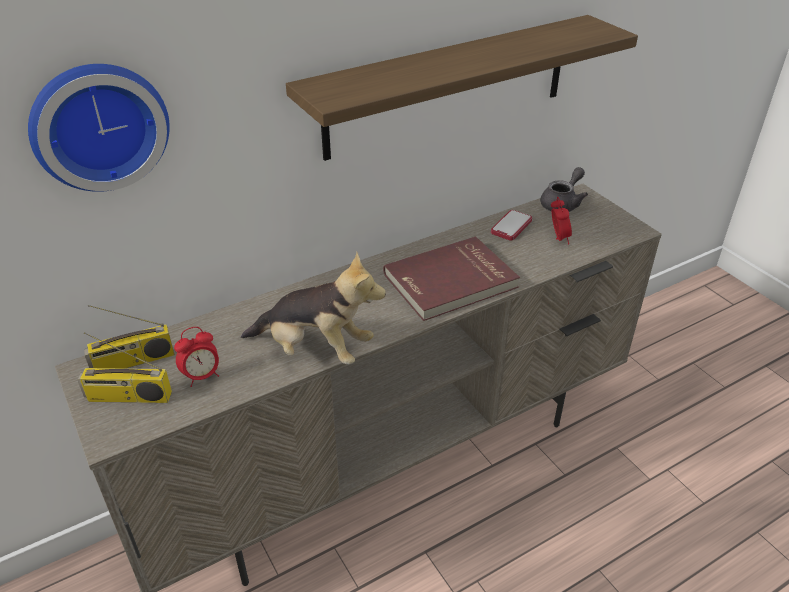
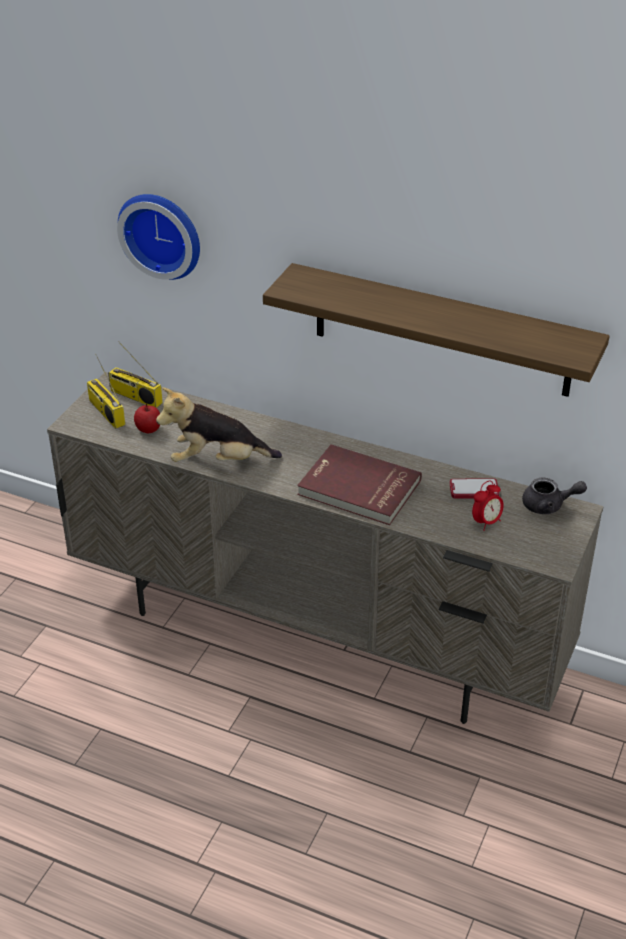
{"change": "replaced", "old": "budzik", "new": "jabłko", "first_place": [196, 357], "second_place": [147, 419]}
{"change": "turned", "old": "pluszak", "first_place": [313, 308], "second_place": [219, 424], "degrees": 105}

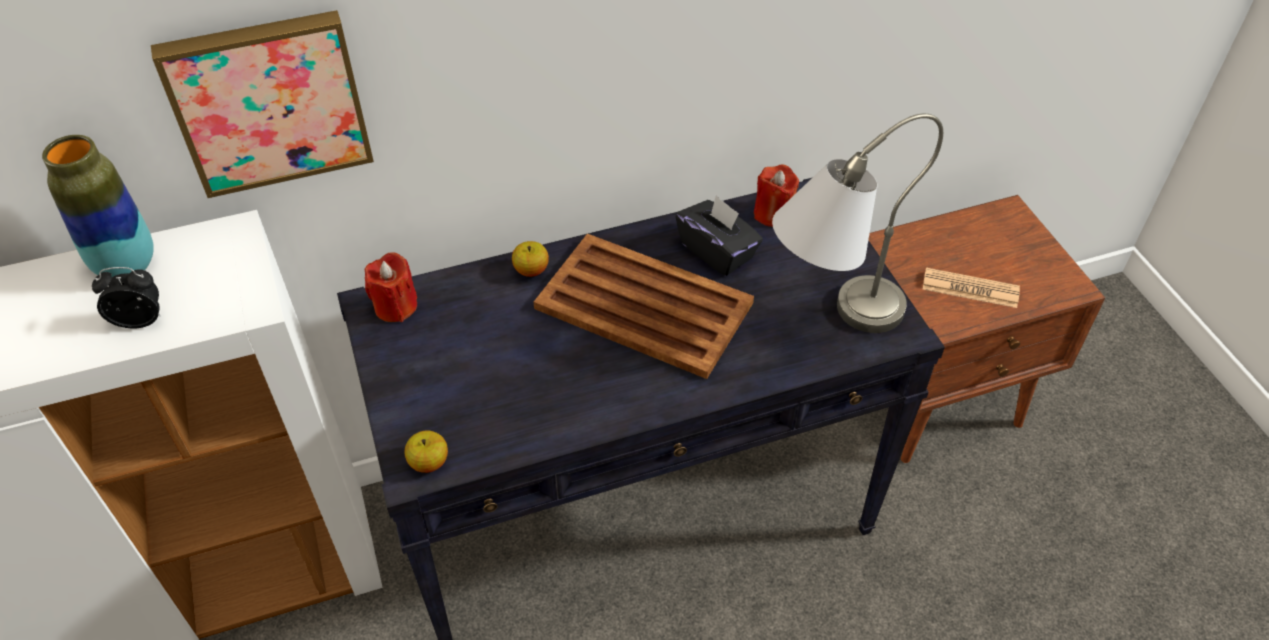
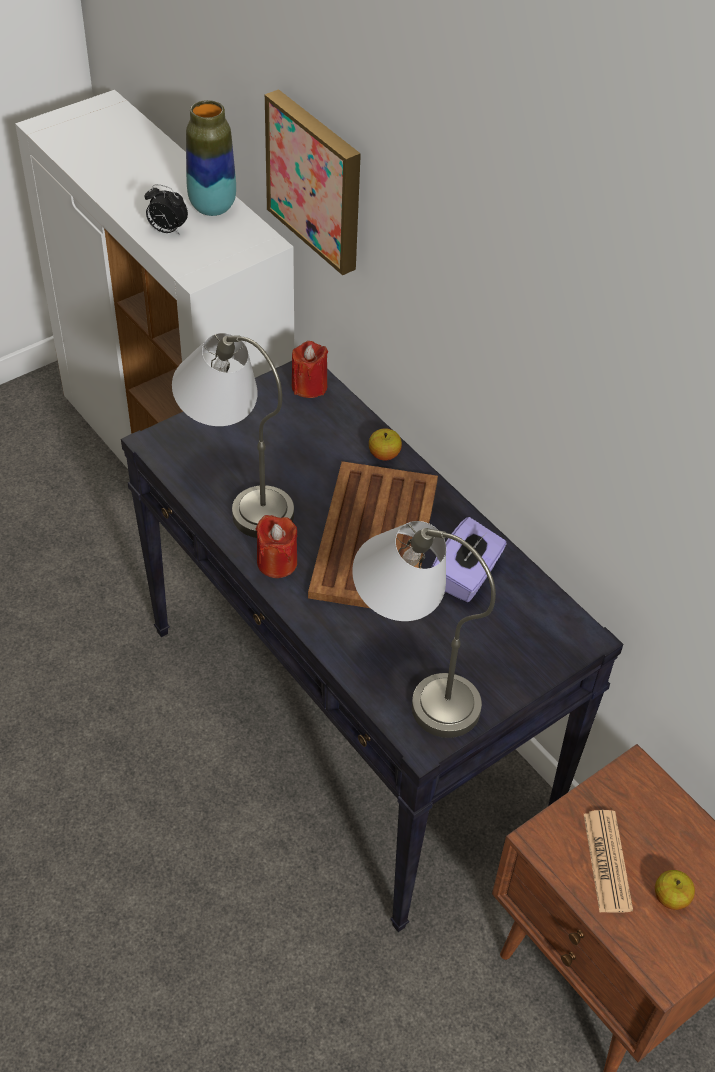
{"change": "turned", "old": "budzik", "first_place": [126, 298], "second_place": [166, 209], "degrees": 135}
{"change": "moved", "old": "jabłko", "first_place": [426, 452], "second_place": [675, 890]}
{"change": "recoloured", "old": "pudełko chusteczek/czarny", "new": "pudełko chusteczek/fioletowy", "first_place": [719, 235], "second_place": [469, 559]}
{"change": "moved", "old": "świeca/czerwony", "first_place": [776, 195], "second_place": [276, 546]}
{"change": "added", "new": "lampa stołowa/szary", "second_place": [233, 435]}

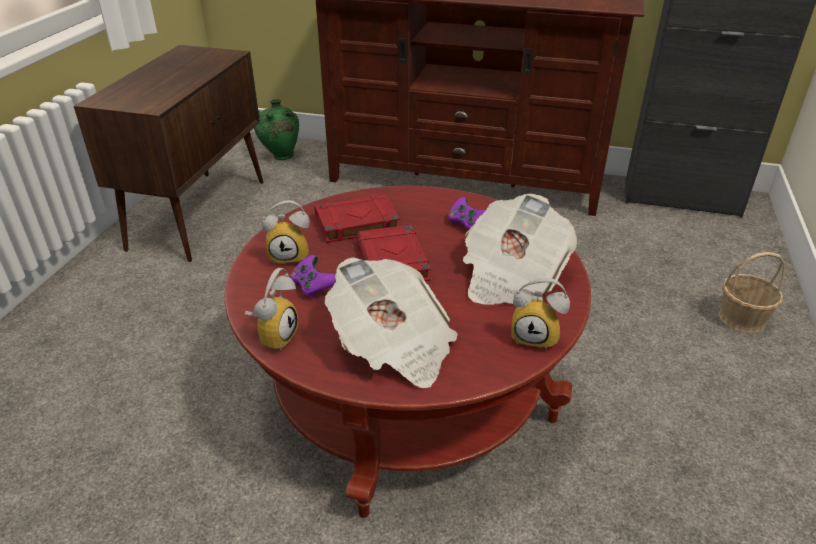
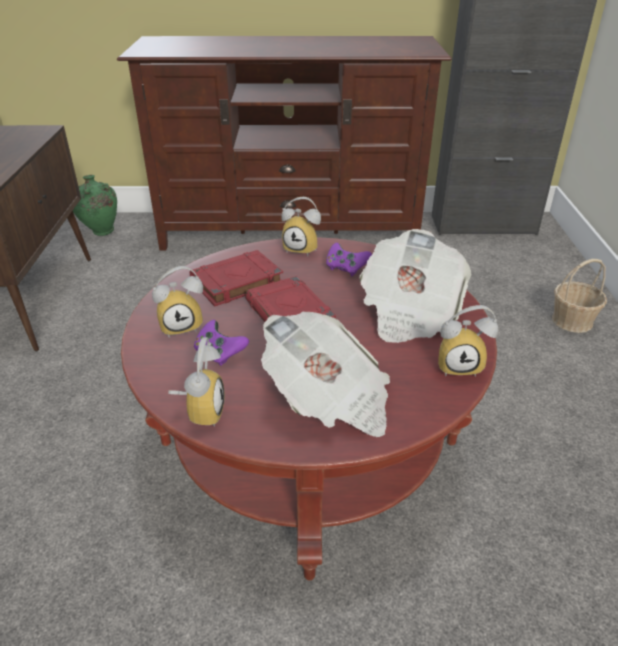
{"change": "added", "new": "budzik", "second_place": [301, 226]}

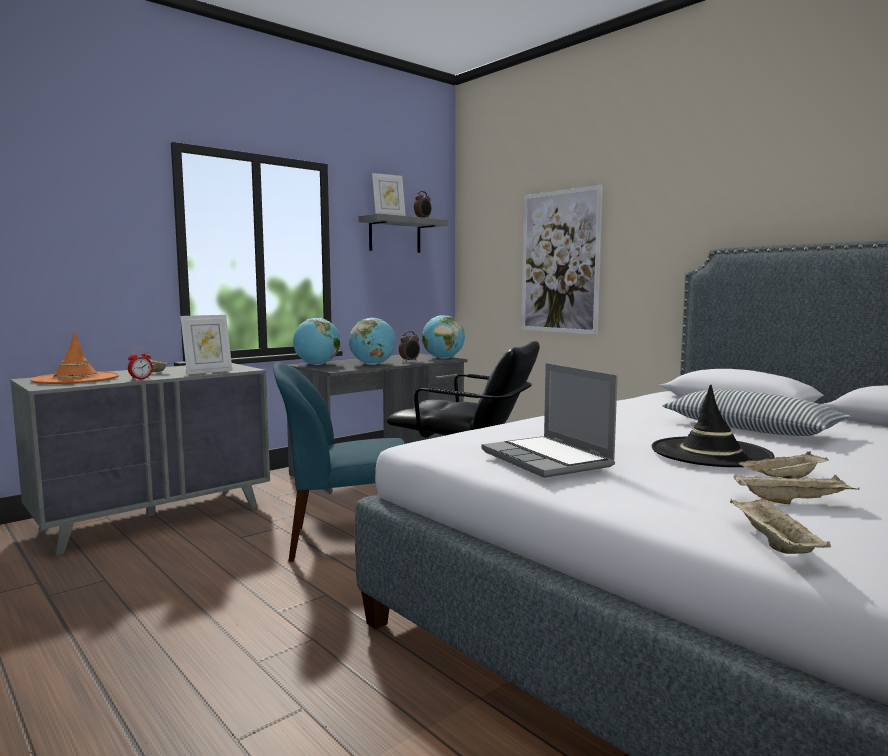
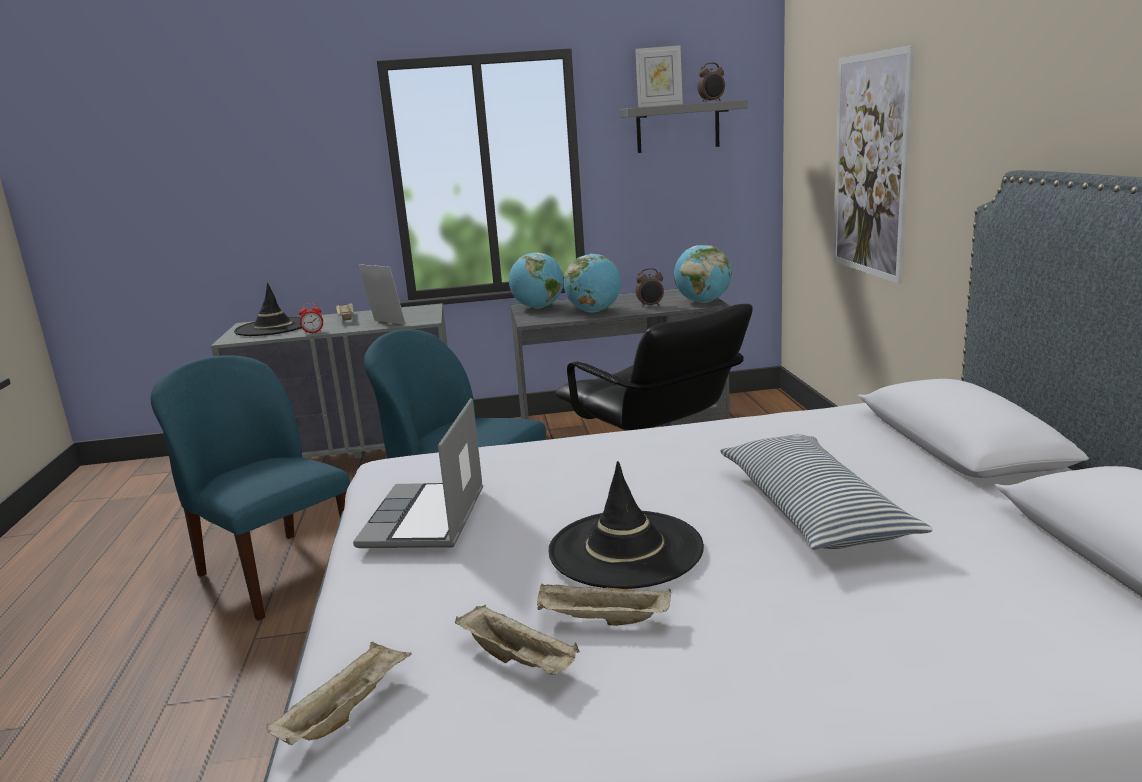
{"change": "recoloured", "old": "kapelusz/pomarańczowy", "new": "kapelusz/czarny", "first_place": [74, 358], "second_place": [268, 309]}
{"change": "turned", "old": "ramka na zdjęcie", "first_place": [206, 345], "second_place": [382, 294], "degrees": -135}
{"change": "added", "new": "krzesło/niebieski", "second_place": [250, 488]}

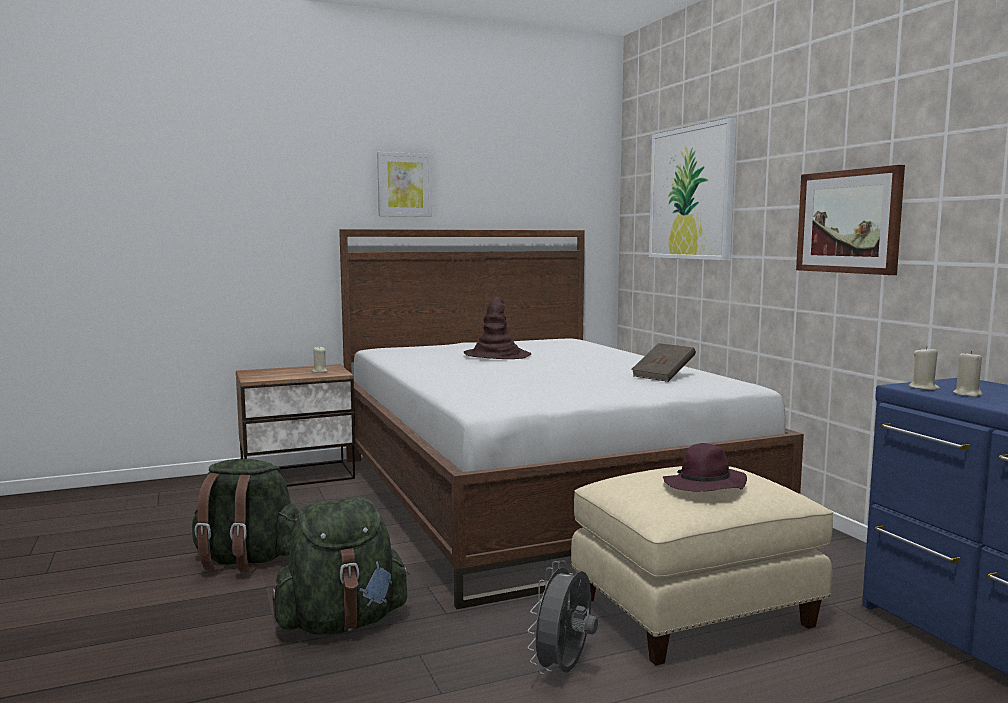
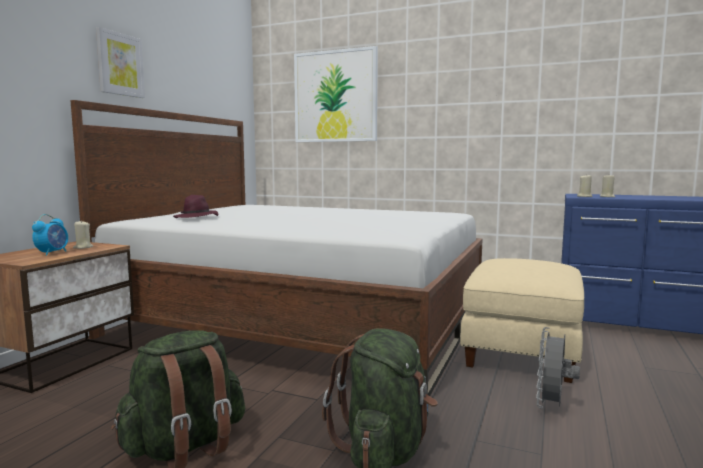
{"change": "removed", "old": "kapelusz/brązowy", "first_place": [497, 328]}
{"change": "turned", "old": "wentylator/szary", "first_place": [562, 617], "second_place": [558, 368], "degrees": 45}
{"change": "removed", "old": "książka/brązowy", "first_place": [663, 362]}
{"change": "moved", "old": "kapelusz/fioletowy", "first_place": [705, 467], "second_place": [195, 206]}
{"change": "removed", "old": "obraz", "first_place": [850, 220]}
{"change": "added", "new": "budzik", "second_place": [50, 235]}

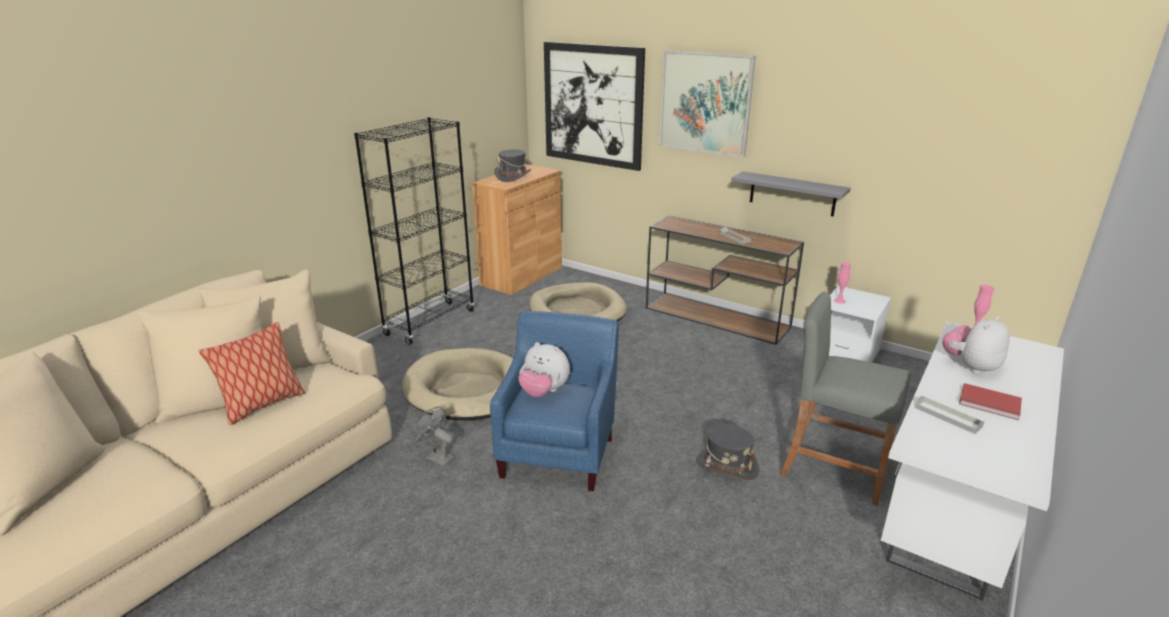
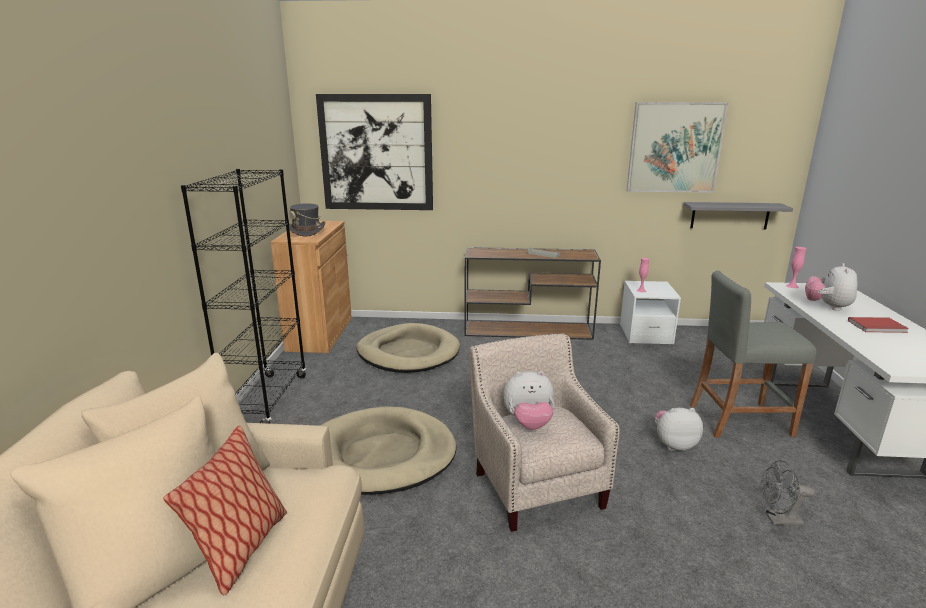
{"change": "moved", "old": "wentylator/szary", "first_place": [434, 437], "second_place": [788, 493]}
{"change": "recoloured", "old": "fotel/niebieski", "new": "fotel/beżowy", "first_place": [554, 401], "second_place": [544, 432]}
{"change": "moved", "old": "obraz", "first_place": [707, 103], "second_place": [677, 147]}
{"change": "replaced", "old": "kapelusz/szary", "new": "pluszak", "first_place": [727, 452], "second_place": [679, 429]}
{"change": "moved", "old": "półka/szary", "first_place": [791, 193], "second_place": [738, 216]}
{"change": "removed", "old": "taca/szary", "first_place": [950, 415]}

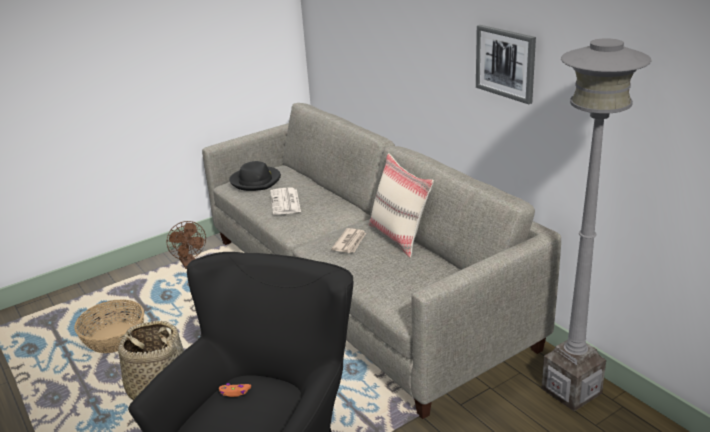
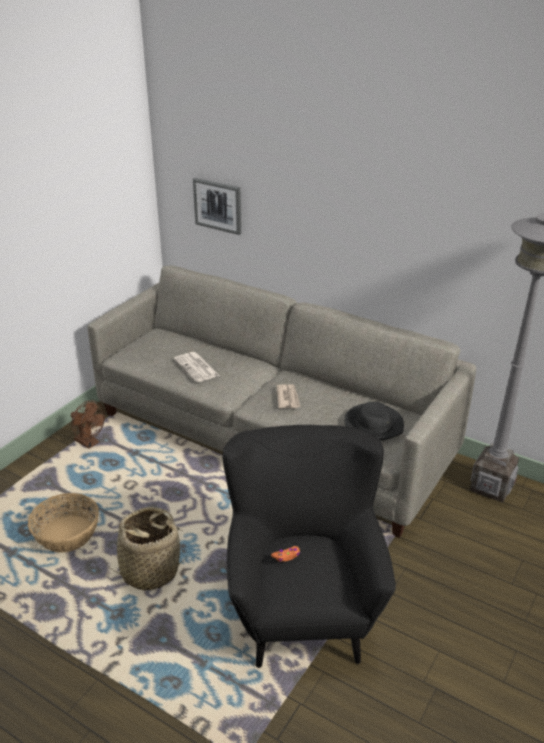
{"change": "moved", "old": "kapelusz/czarny", "first_place": [255, 176], "second_place": [374, 421]}
{"change": "removed", "old": "poduszka/beżowy", "first_place": [401, 205]}
{"change": "moved", "old": "obraz", "first_place": [506, 64], "second_place": [217, 206]}

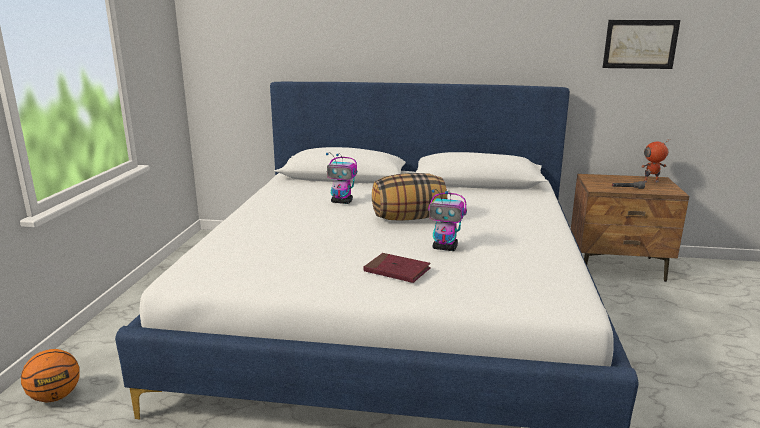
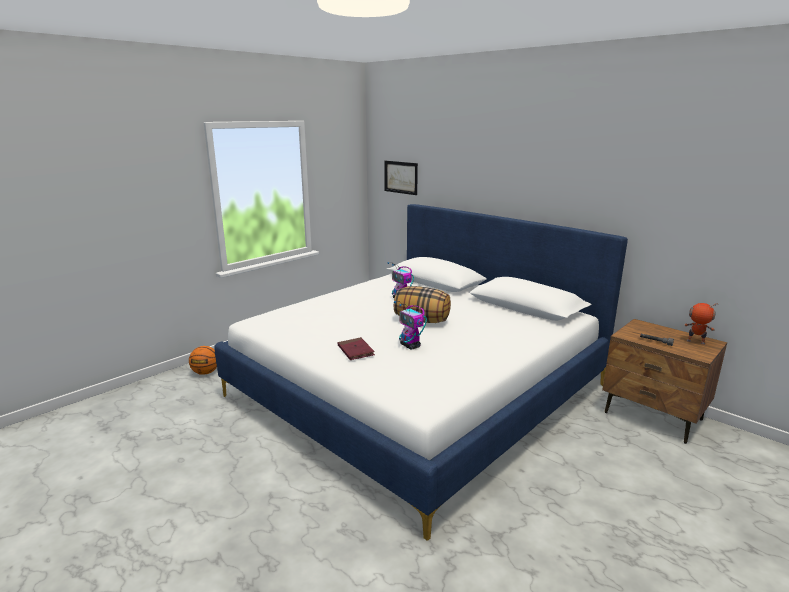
{"change": "moved", "old": "obraz", "first_place": [641, 44], "second_place": [401, 178]}

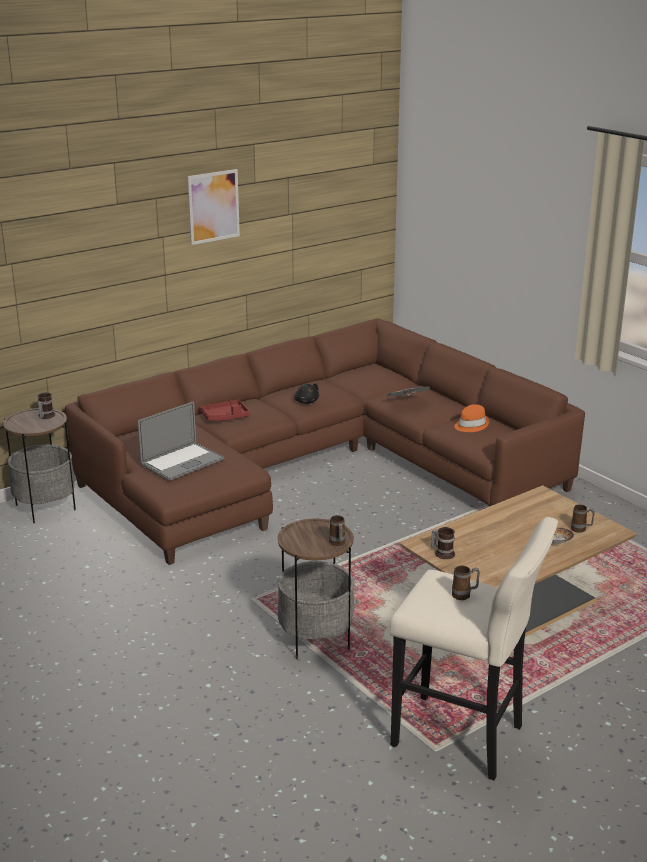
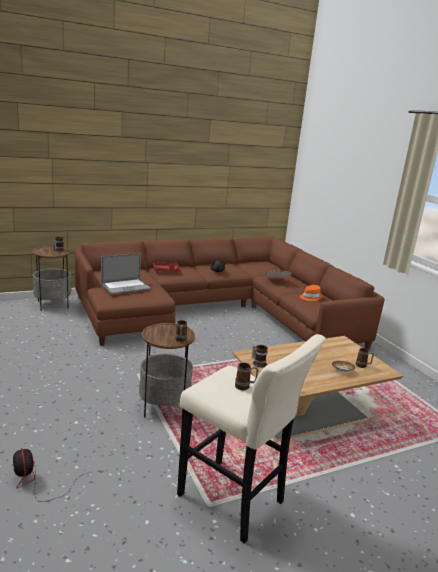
{"change": "removed", "old": "obraz", "first_place": [213, 207]}
{"change": "added", "new": "wentylator", "second_place": [51, 475]}

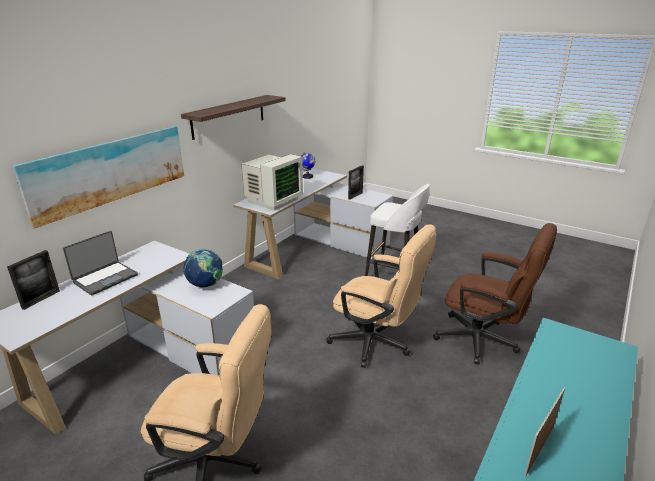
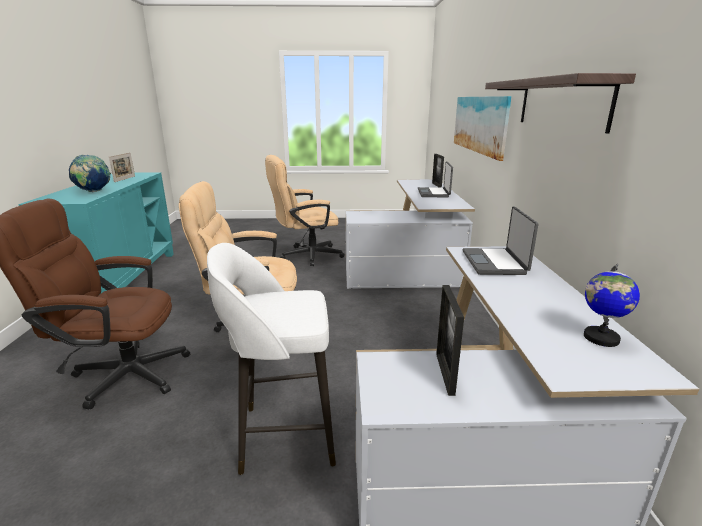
{"change": "moved", "old": "globus", "first_place": [203, 268], "second_place": [90, 173]}
{"change": "replaced", "old": "monitor", "new": "laptop", "first_place": [272, 182], "second_place": [500, 240]}

